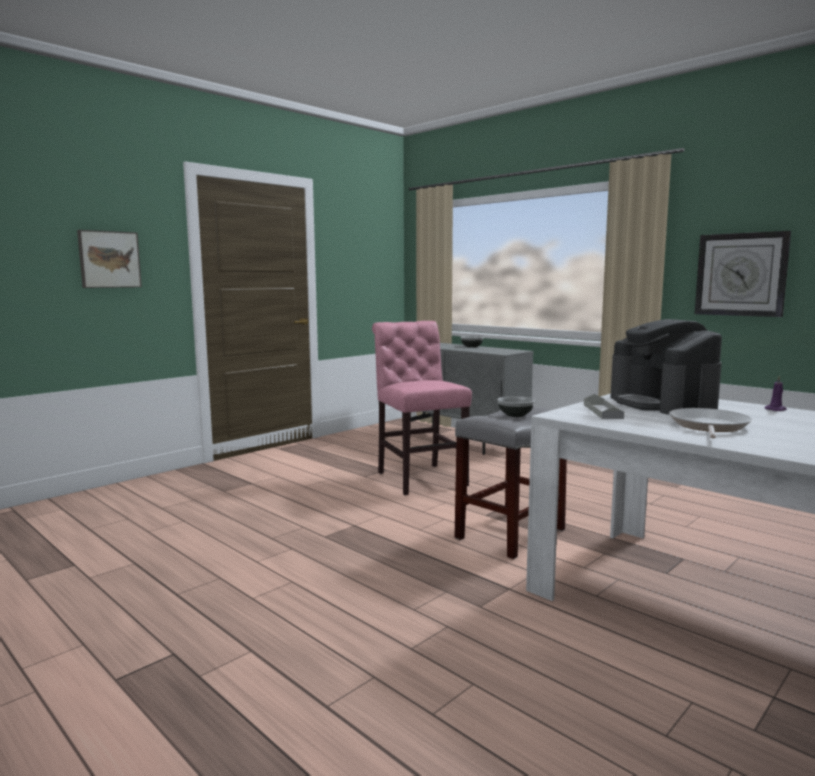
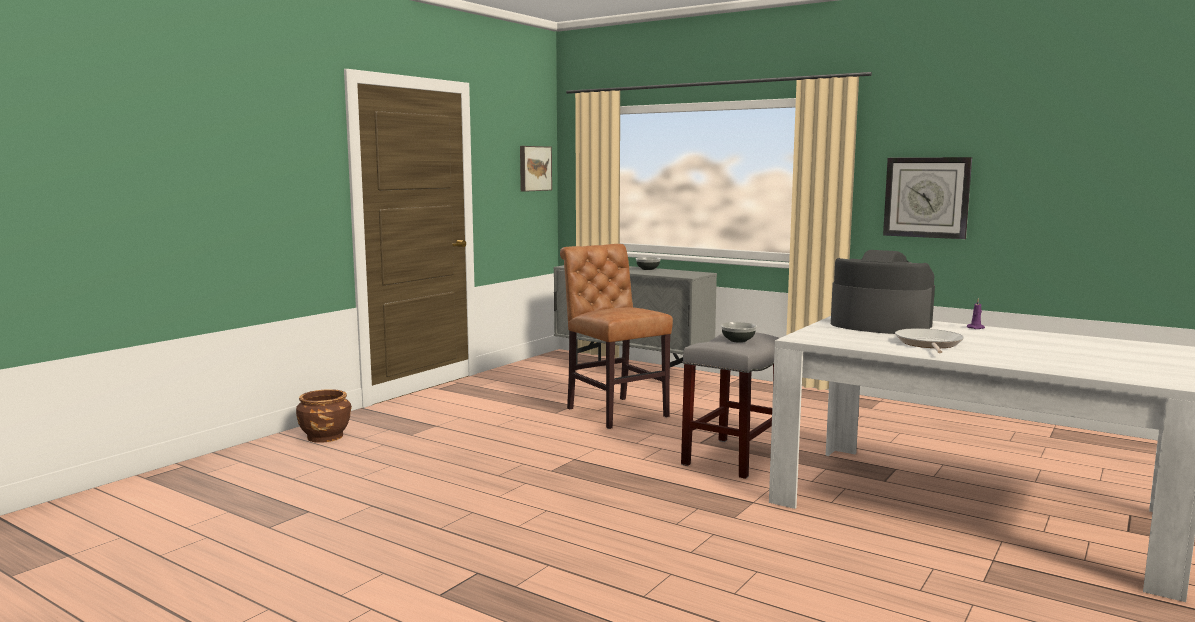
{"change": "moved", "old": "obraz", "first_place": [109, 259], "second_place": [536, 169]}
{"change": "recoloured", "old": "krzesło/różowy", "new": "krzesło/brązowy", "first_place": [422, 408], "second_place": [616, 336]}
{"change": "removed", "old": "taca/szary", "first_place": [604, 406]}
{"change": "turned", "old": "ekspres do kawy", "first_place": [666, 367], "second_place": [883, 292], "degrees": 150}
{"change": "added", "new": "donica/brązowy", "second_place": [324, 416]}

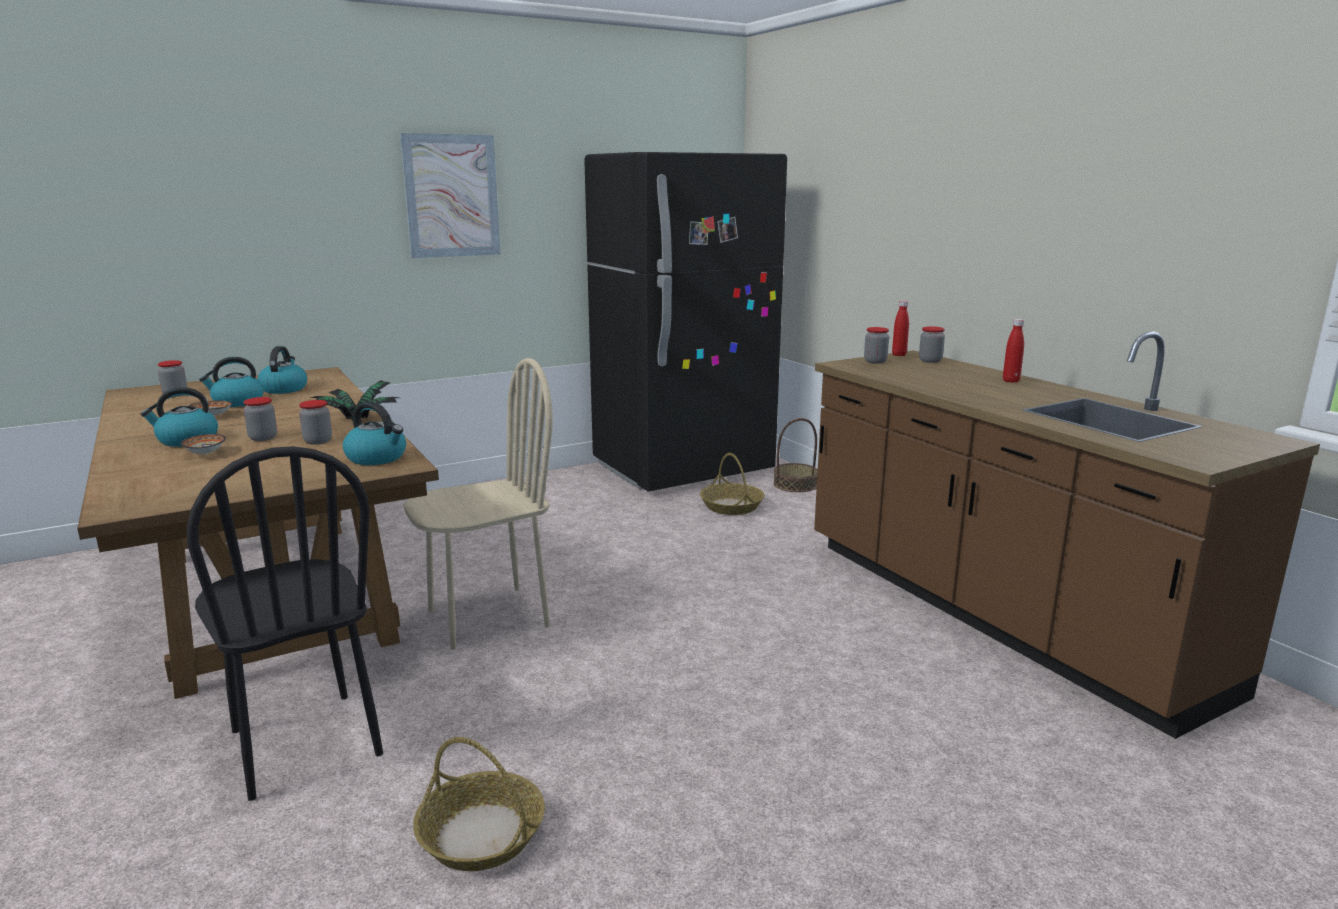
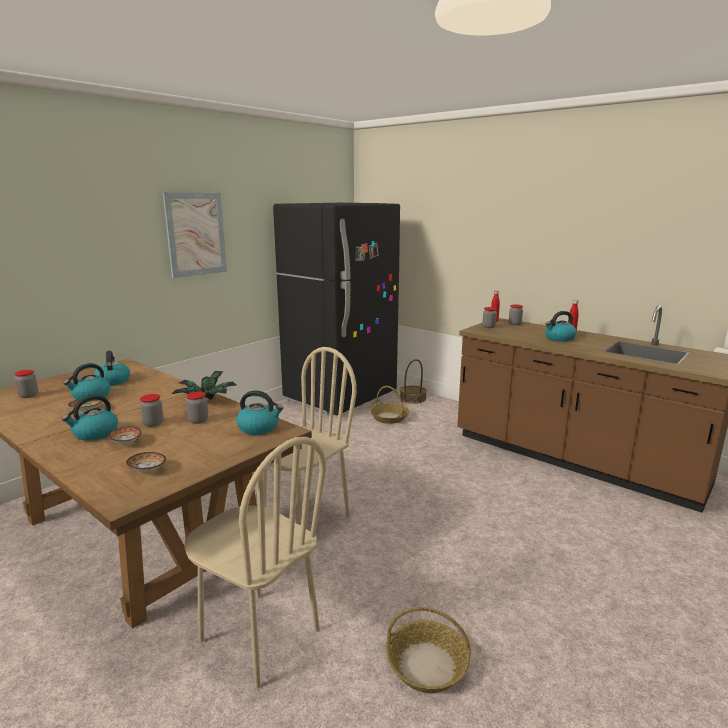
{"change": "recoloured", "old": "krzesło/czarny", "new": "krzesło/beżowy", "first_place": [285, 623], "second_place": [255, 563]}
{"change": "added", "new": "miska", "second_place": [146, 462]}
{"change": "added", "new": "czajnik", "second_place": [561, 326]}

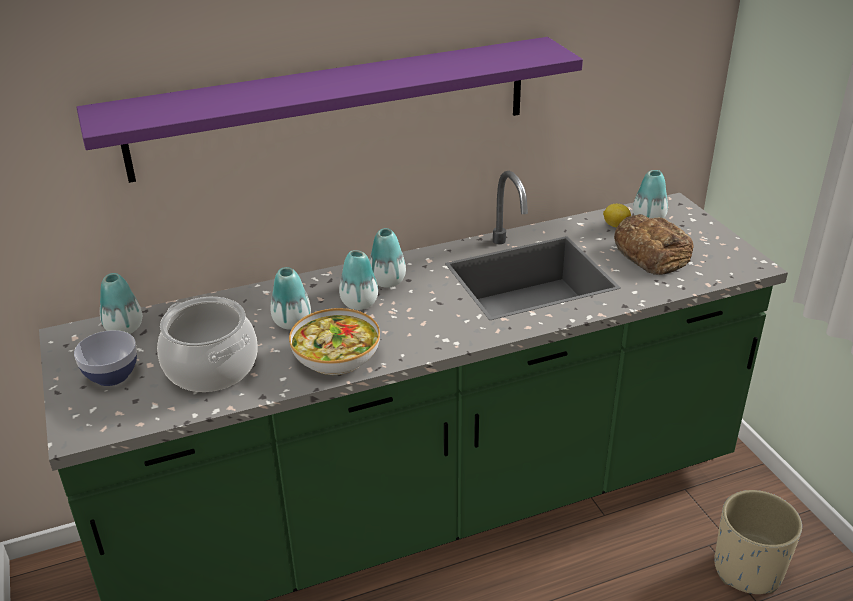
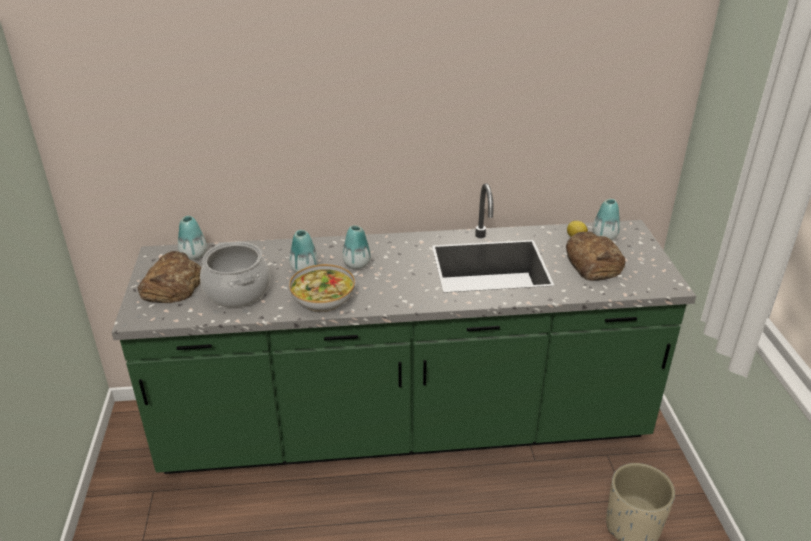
{"change": "replaced", "old": "miska", "new": "chleb", "first_place": [105, 358], "second_place": [169, 277]}
{"change": "removed", "old": "półka/fioletowy", "first_place": [329, 110]}
{"change": "removed", "old": "wazon", "first_place": [387, 258]}

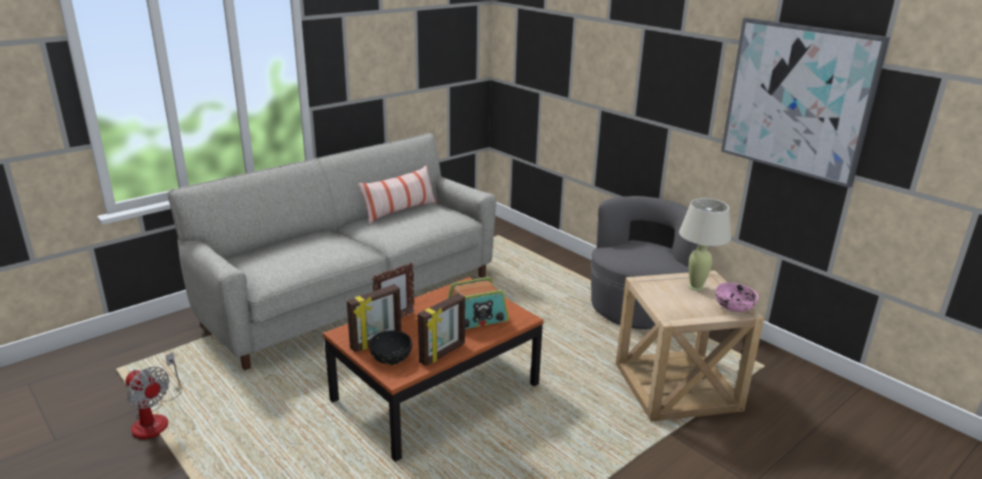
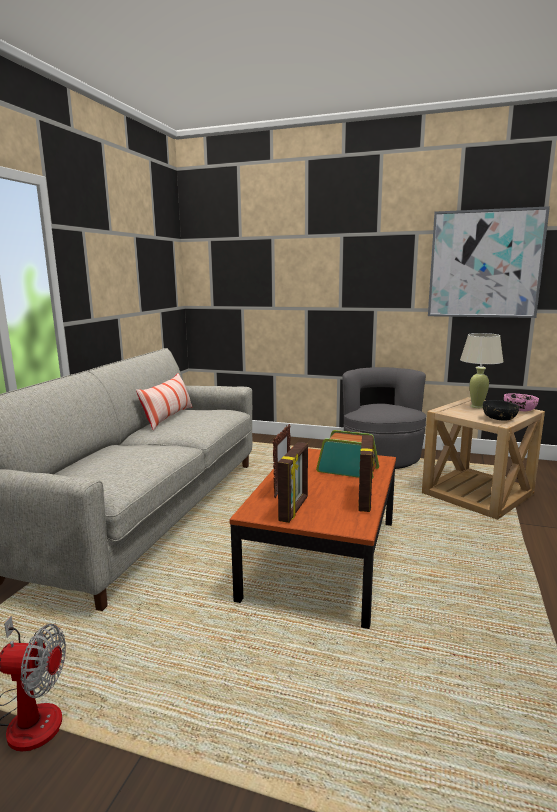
{"change": "moved", "old": "miska/czarny", "first_place": [390, 347], "second_place": [501, 410]}
{"change": "turned", "old": "radio", "first_place": [478, 303], "second_place": [347, 454], "degrees": -105}

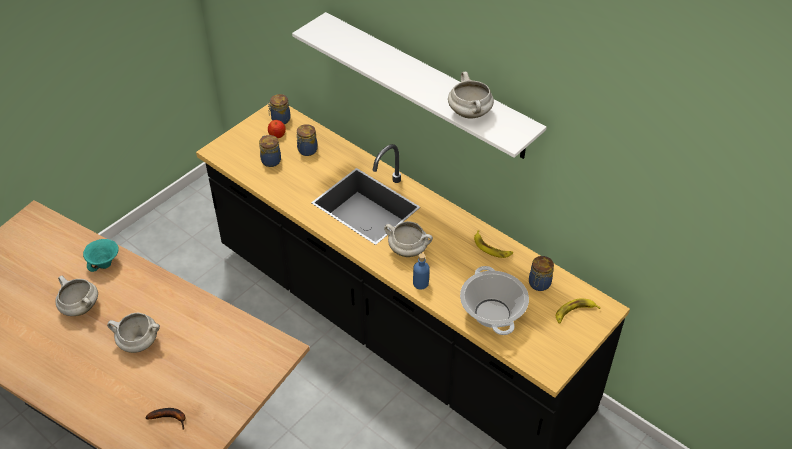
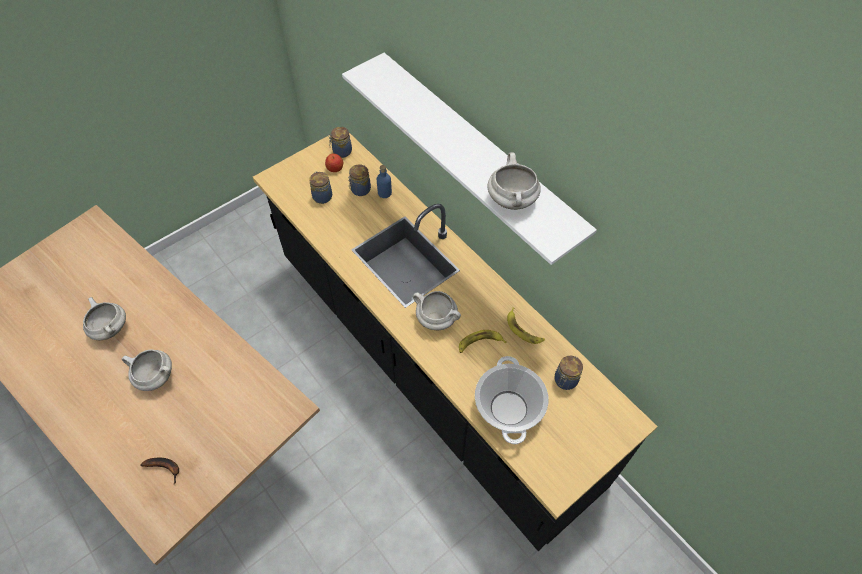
{"change": "removed", "old": "miska/turkusowy", "first_place": [101, 255]}
{"change": "moved", "old": "butelka/niebieski", "first_place": [421, 271], "second_place": [384, 181]}
{"change": "moved", "old": "banan", "first_place": [578, 311], "second_place": [483, 341]}

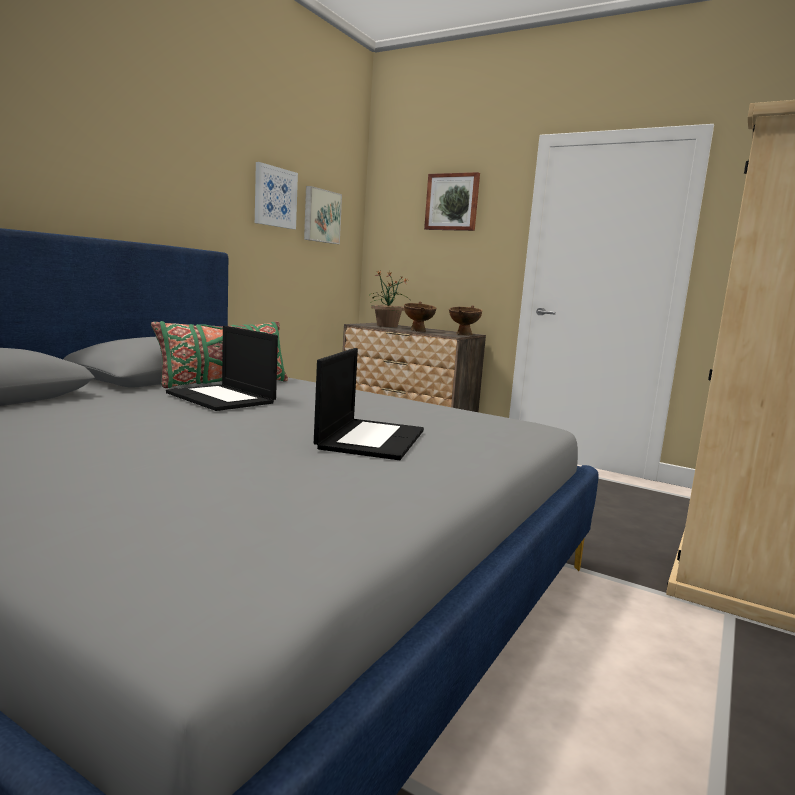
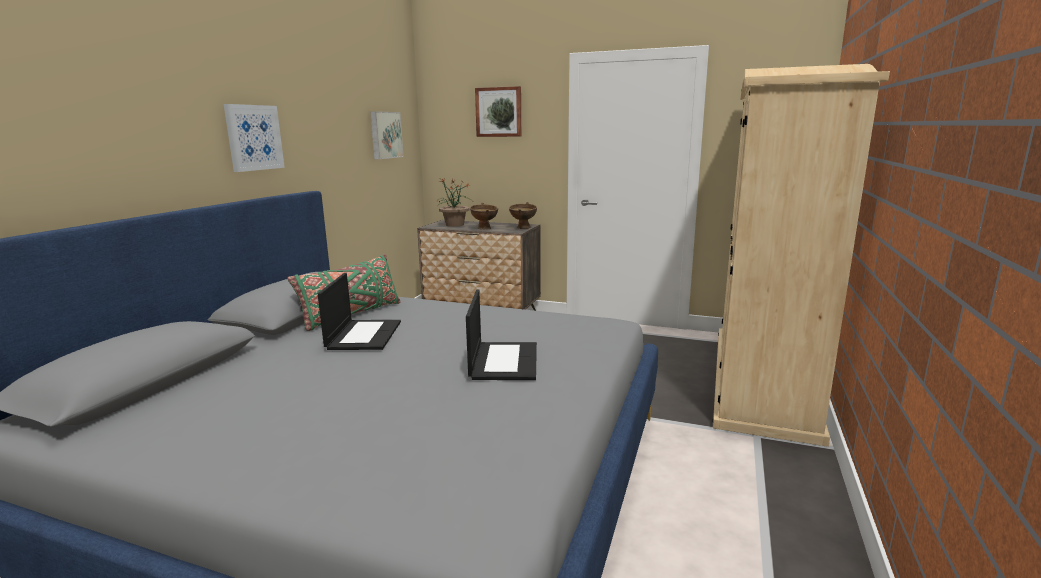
{"change": "turned", "old": "laptop", "first_place": [222, 368], "second_place": [359, 311], "degrees": -120}
{"change": "moved", "old": "obraz", "first_place": [276, 195], "second_place": [254, 138]}

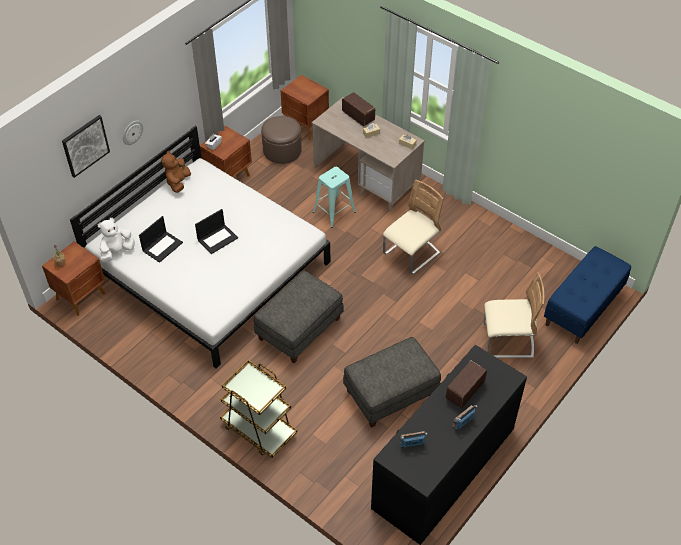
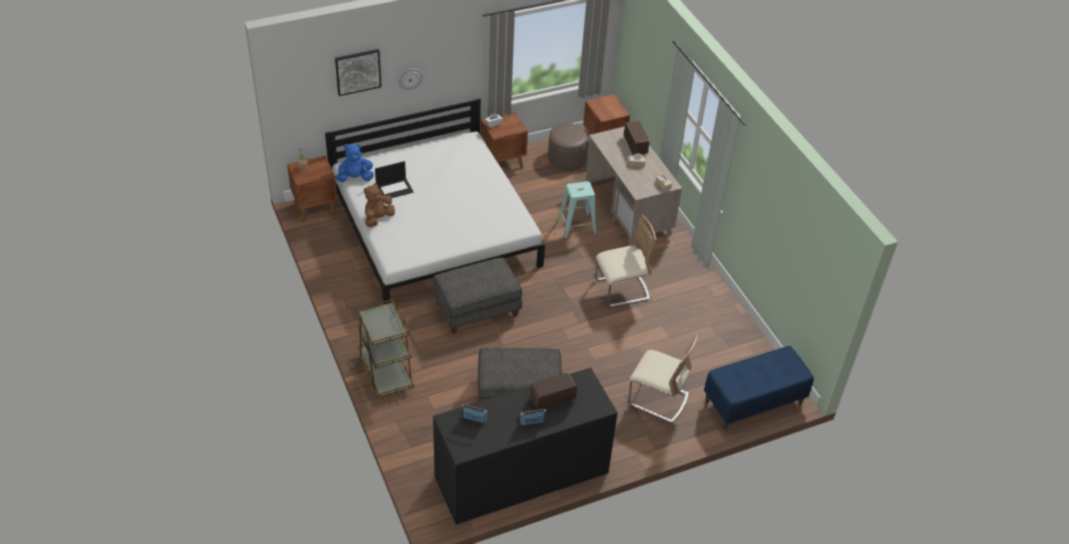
{"change": "recoloured", "old": "pluszak/biały", "new": "pluszak/niebieski", "first_place": [116, 240], "second_place": [354, 163]}
{"change": "moved", "old": "pluszak/brązowy", "first_place": [176, 172], "second_place": [379, 205]}
{"change": "removed", "old": "laptop", "first_place": [216, 231]}

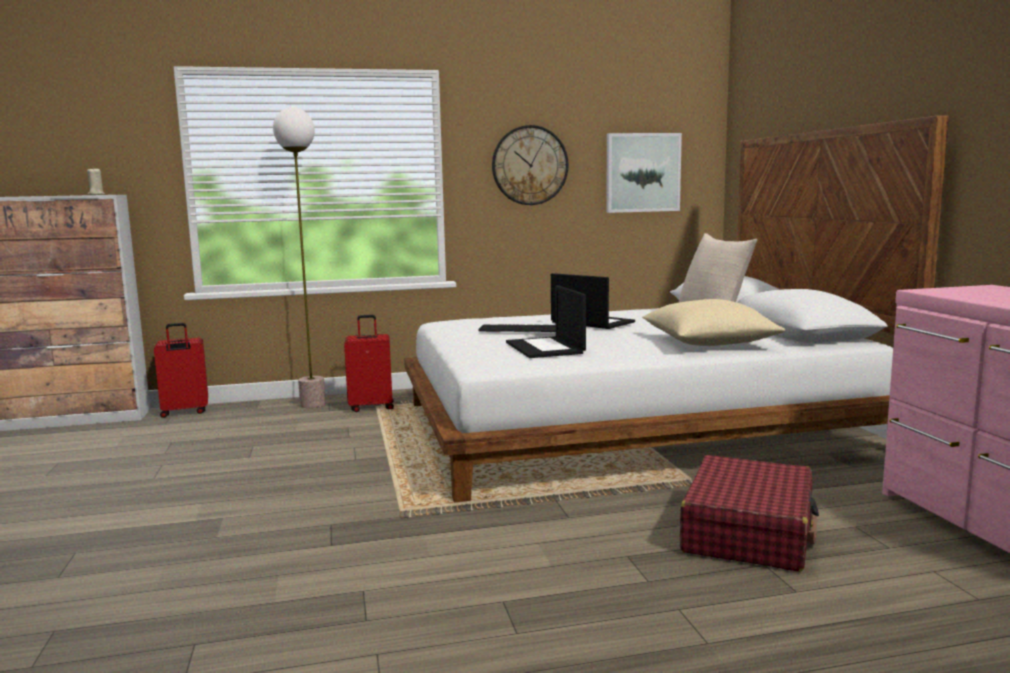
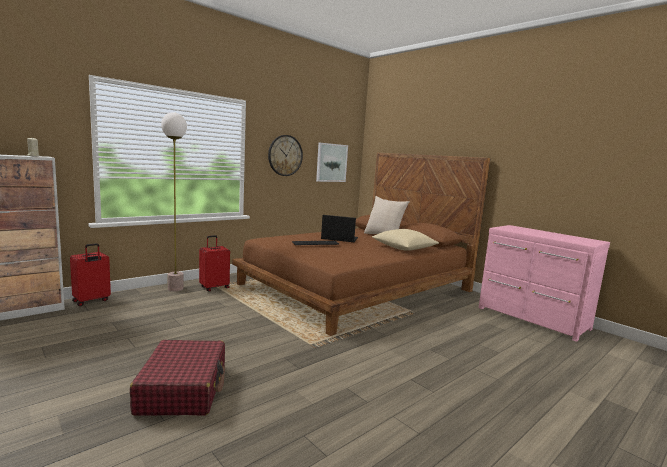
{"change": "recoloured", "old": "łóżko/biały", "new": "łóżko/brązowy", "first_place": [676, 309], "second_place": [361, 244]}
{"change": "removed", "old": "laptop", "first_place": [546, 321]}
{"change": "moved", "old": "walizka/czerwony", "first_place": [749, 513], "second_place": [177, 377]}

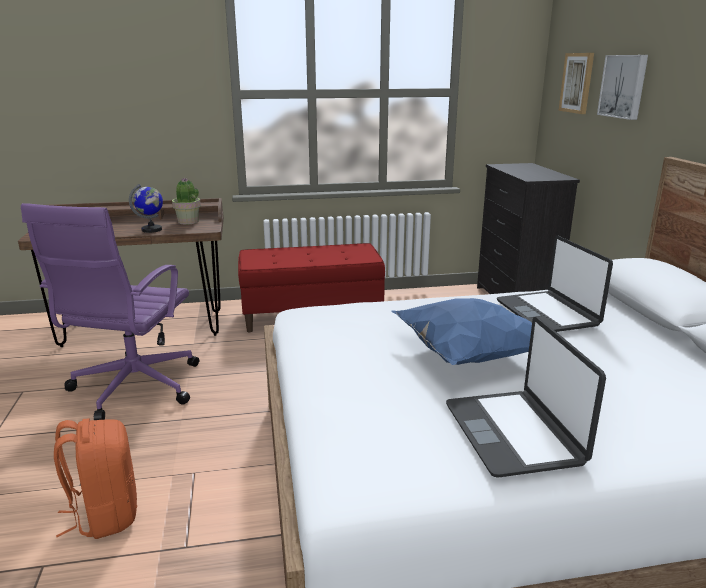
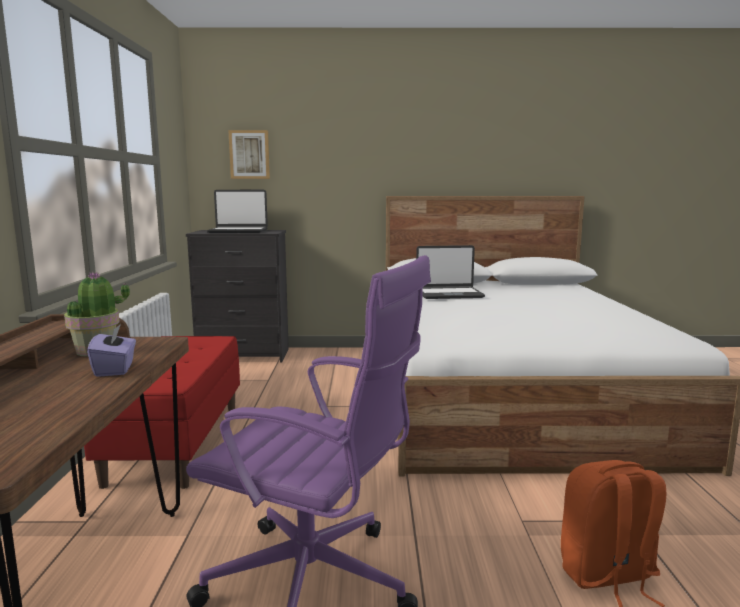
{"change": "replaced", "old": "globus", "new": "pudełko chusteczek/fioletowy", "first_place": [146, 208], "second_place": [111, 350]}
{"change": "removed", "old": "poduszka/niebieski", "first_place": [461, 331]}
{"change": "moved", "old": "laptop", "first_place": [526, 397], "second_place": [237, 211]}
{"change": "removed", "old": "obraz", "first_place": [622, 87]}

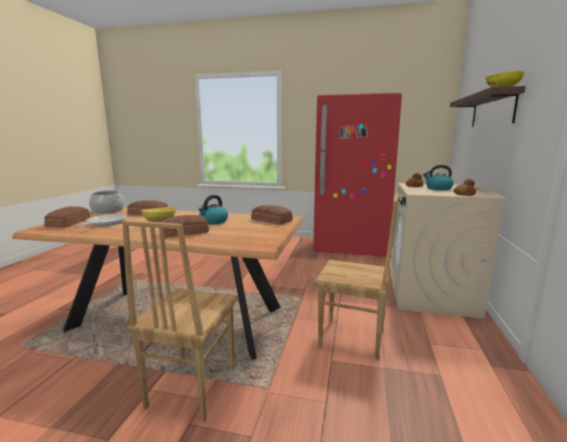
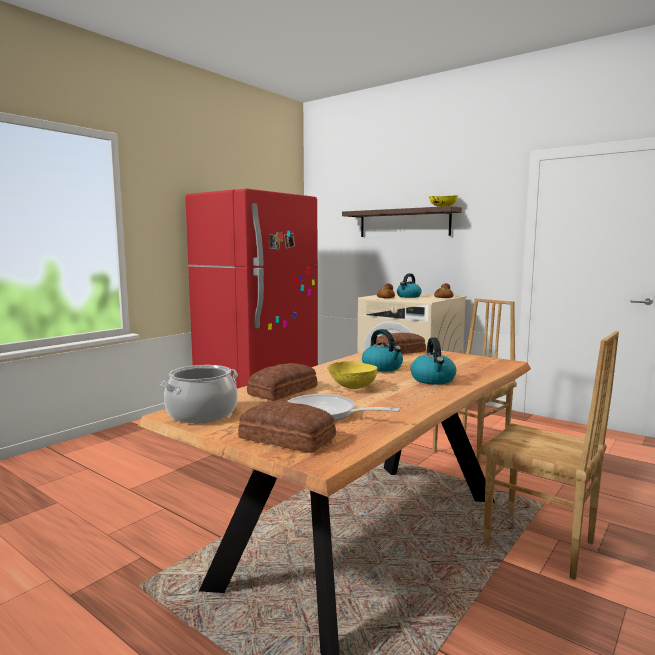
{"change": "replaced", "old": "chleb", "new": "czajnik", "first_place": [185, 226], "second_place": [433, 361]}

